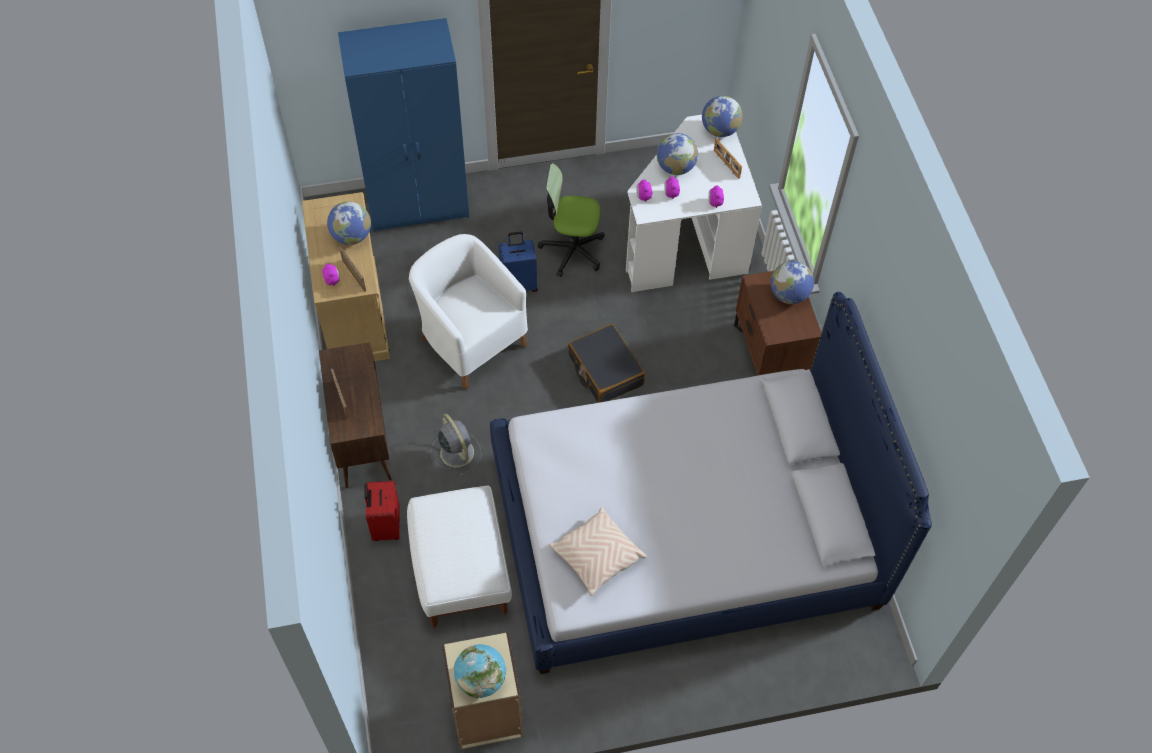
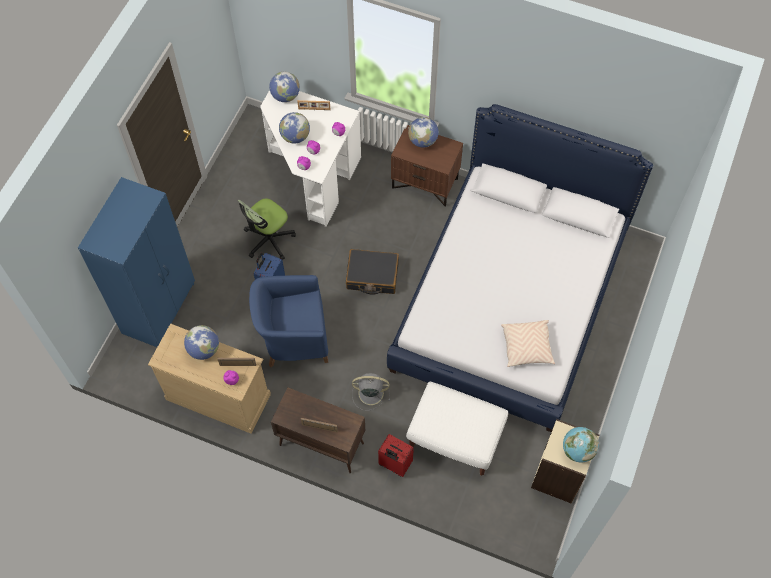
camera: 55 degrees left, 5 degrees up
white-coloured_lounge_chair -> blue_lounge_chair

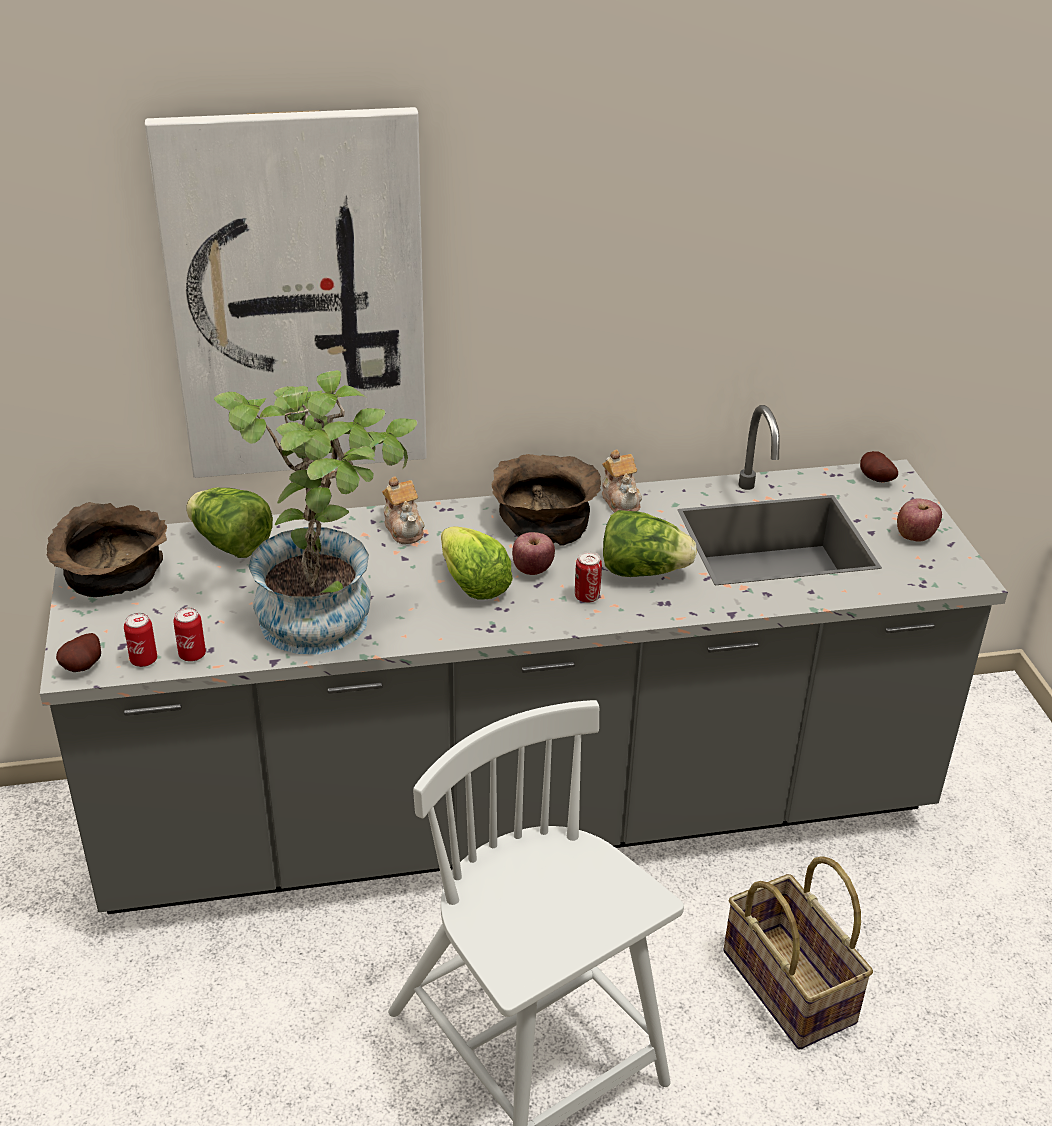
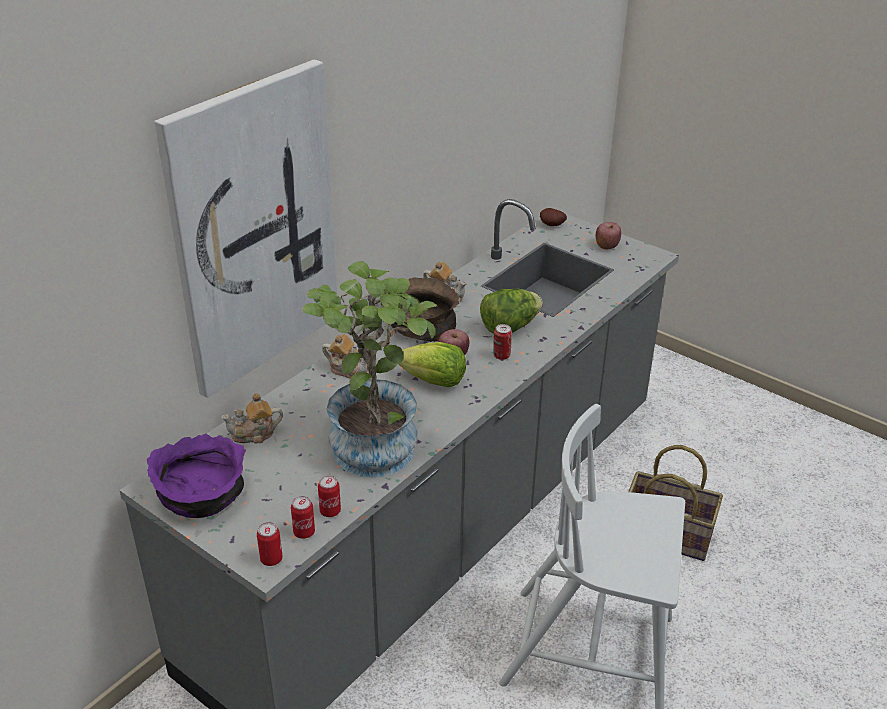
camera: 40 degrees left, 0 degrees up
brown_serving_bowl (no. 1 from left) -> purple-coloured_serving_bowl
spud (no. 1 from left) -> metal_can (no. 1 from left)
head_of_lettuce (no. 1 from left) -> tea_pot (no. 1 from left)

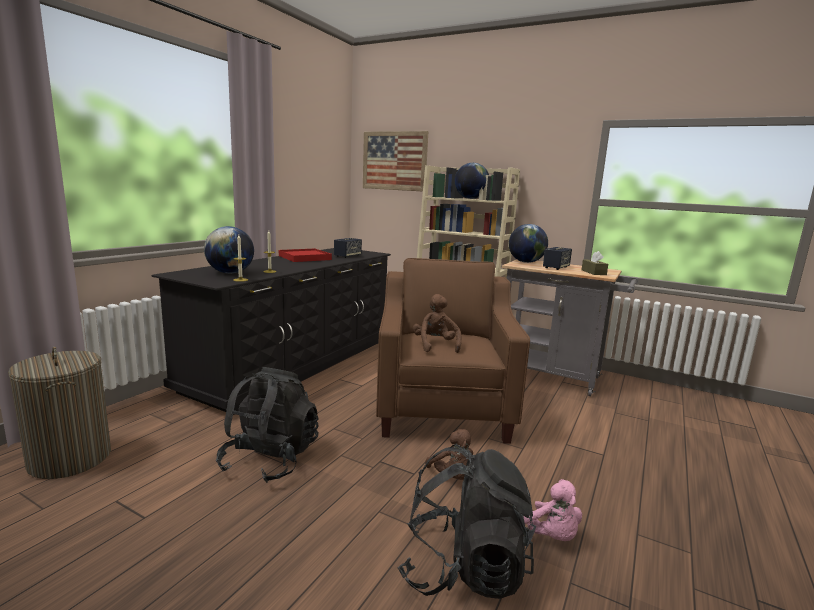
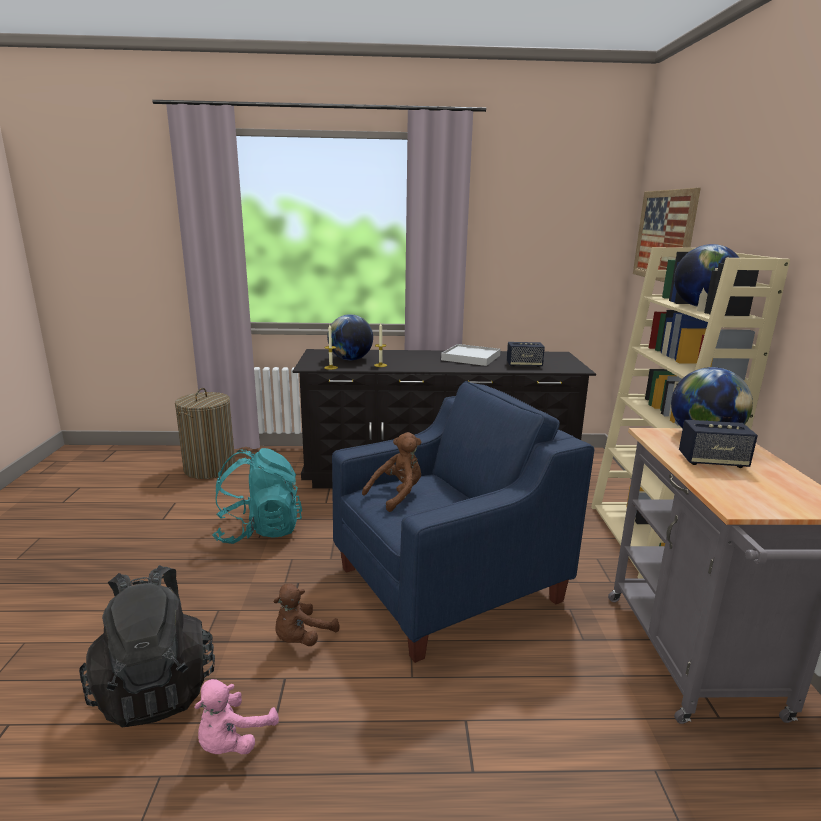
camera: 60 degrees right, 5 degrees up
blackish_backpack (no. 1 from left) -> turquoise_backpack
red_carrying_tray -> white-coloured_carrying_tray
brown_lounge_chair -> blue_lounge_chair
brown_tissue_holder -> none

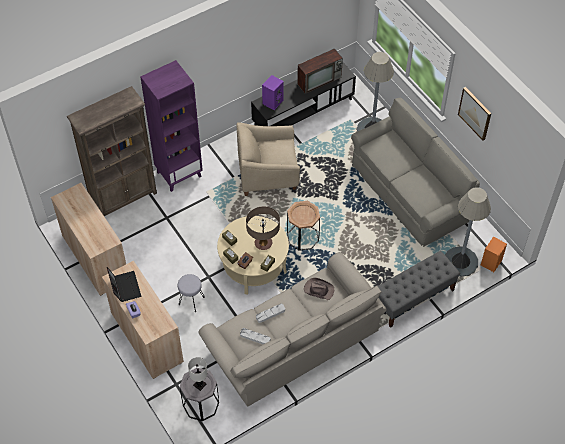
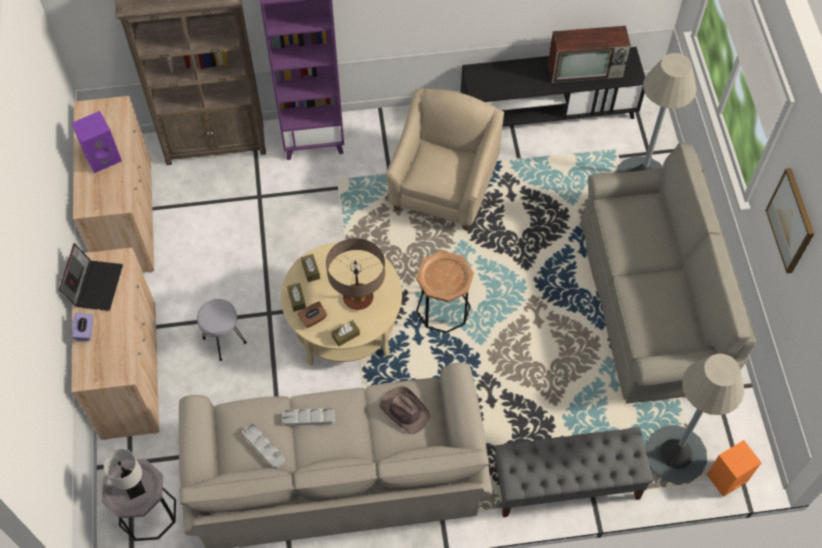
camera: 25 degrees right, 5 degrees up
beige_lounge_chair, 90 degrees clockwise
purple-coloured_loudspeaker, relocated

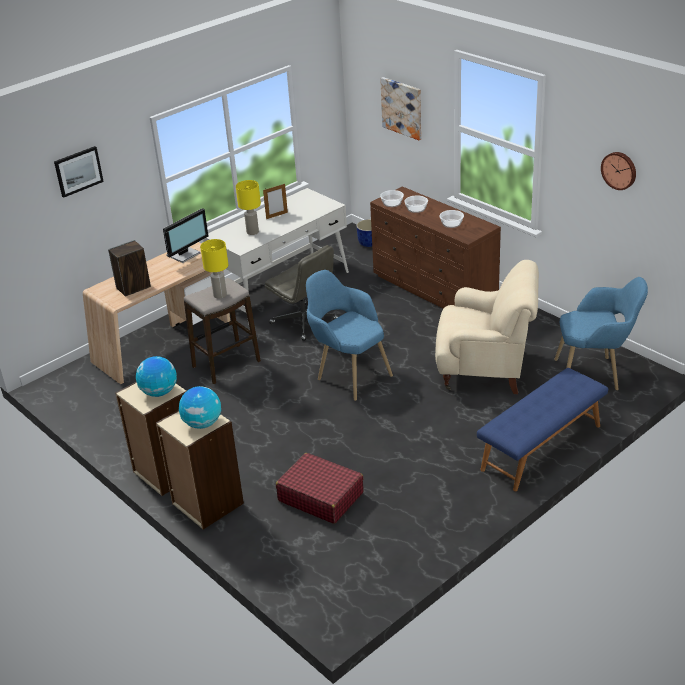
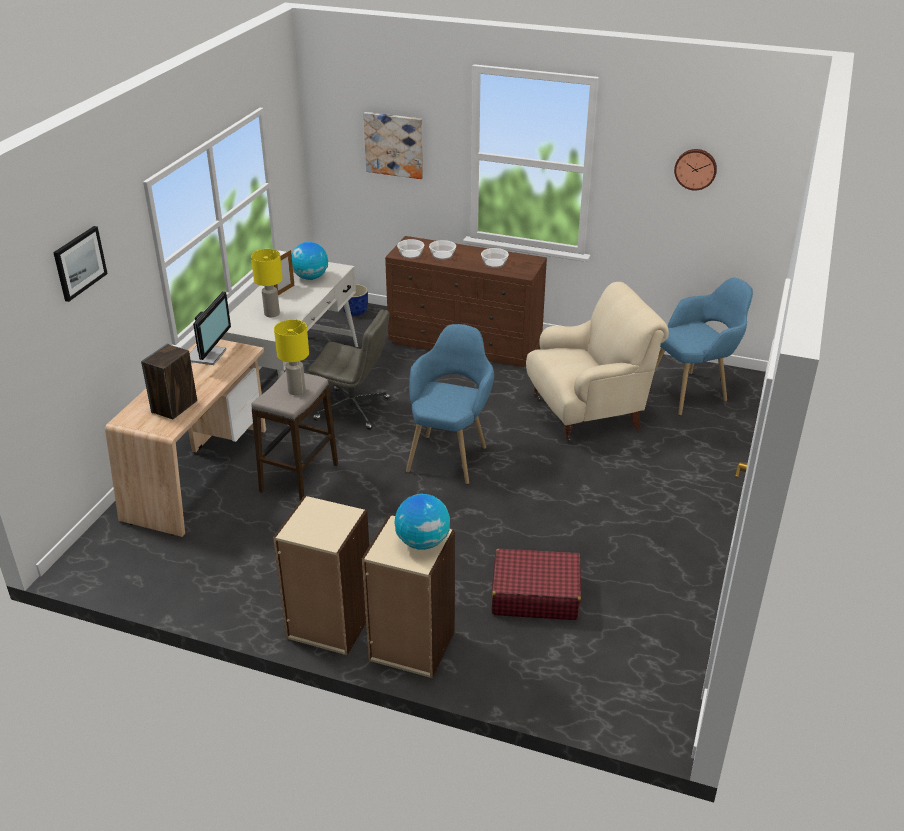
camera: 30 degrees left, 0 degrees up
desk_globe (no. 1 from left), relocated
blue_lounge_chair (no. 1 from left), 90 degrees clockwise
blue_indoor_bench -> none

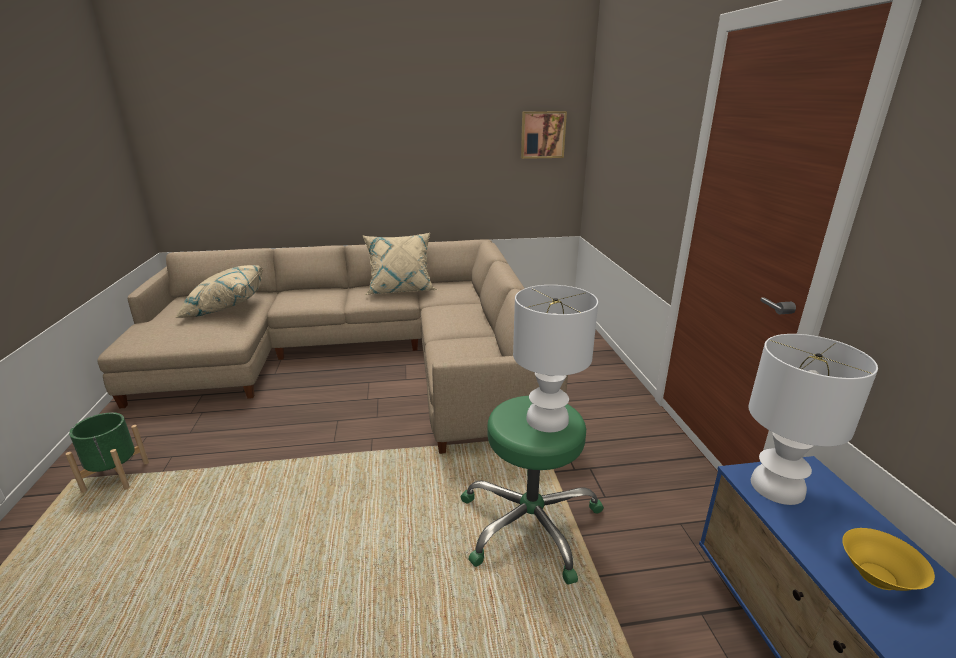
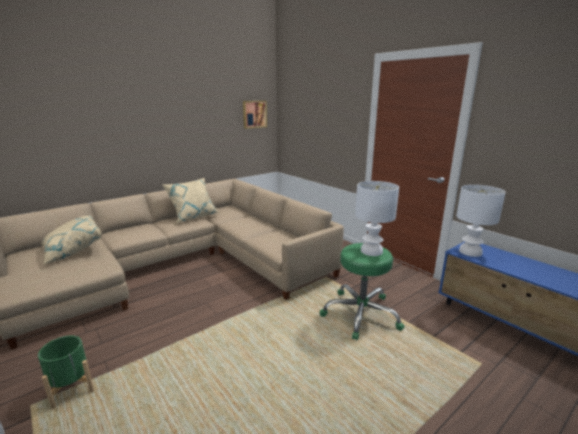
camera: 30 degrees left, 5 degrees down
yellow-coloured_serving_bowl -> none

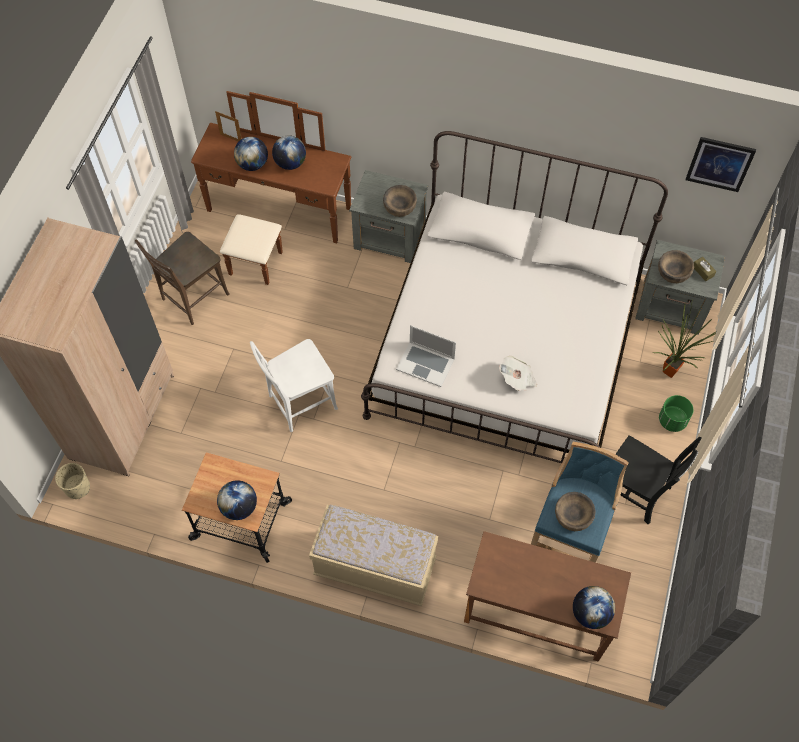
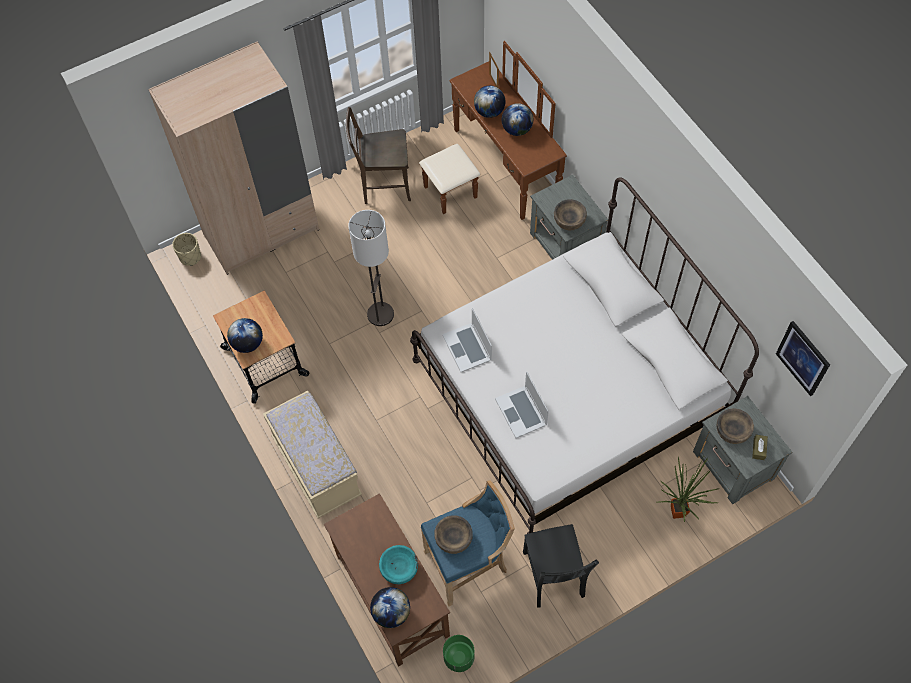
camera: 45 degrees right, 0 degrees up
white-coloured_chair -> standing_lamp
daily_paper -> portable_computer (no. 2 from left)
green-coloured_flower_pot, relocated
none -> turquoise_serving_bowl

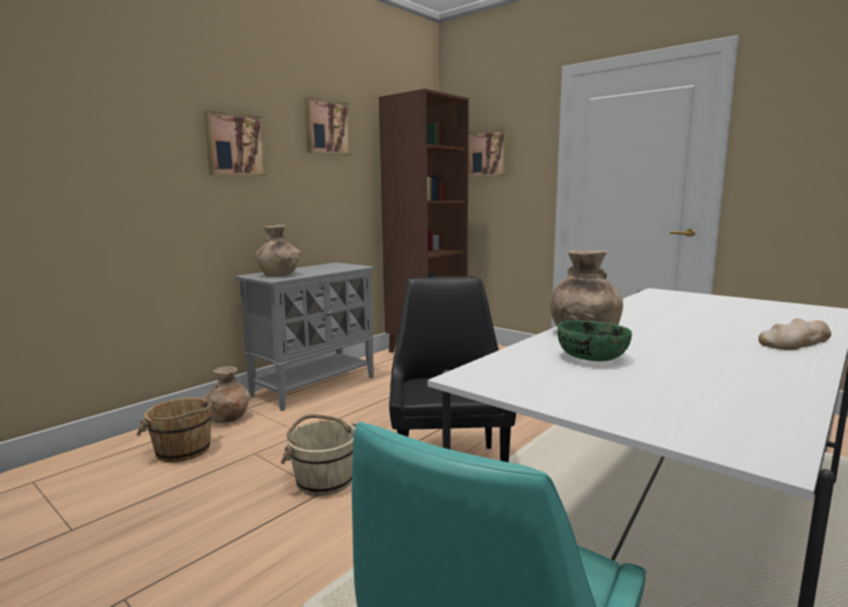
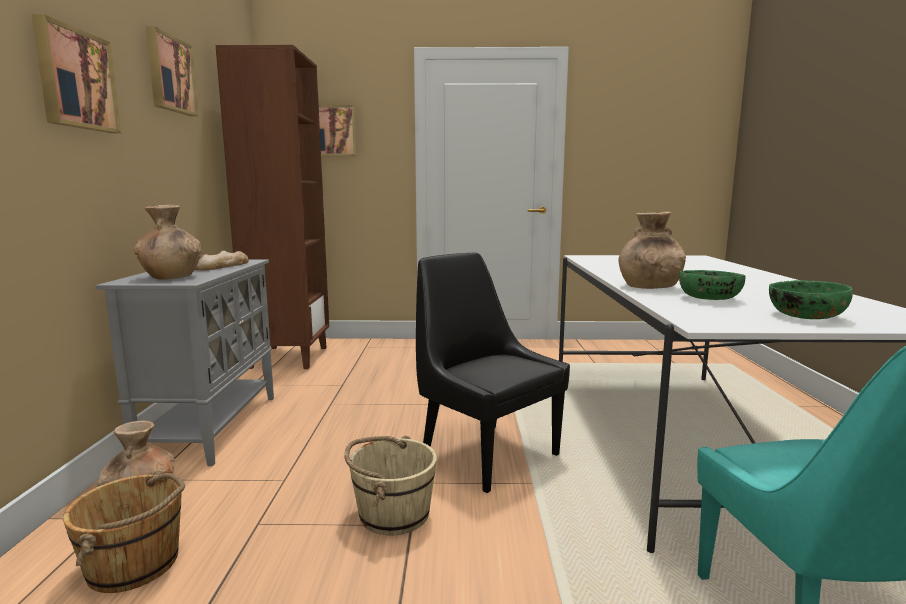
camera: 40 degrees left, 0 degrees up
bakery_bread, relocated
none -> green-coloured_serving_bowl (no. 2 from left)

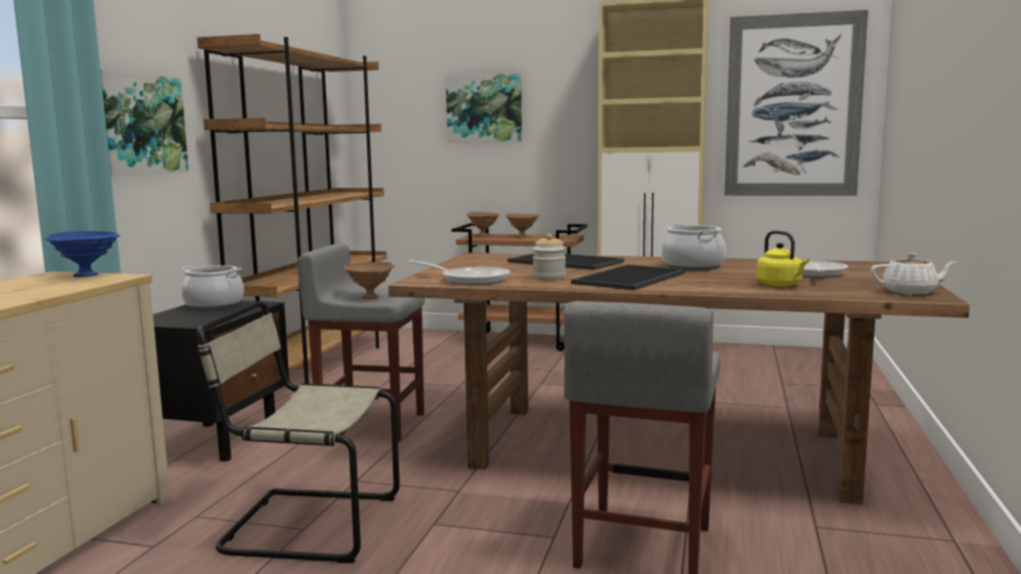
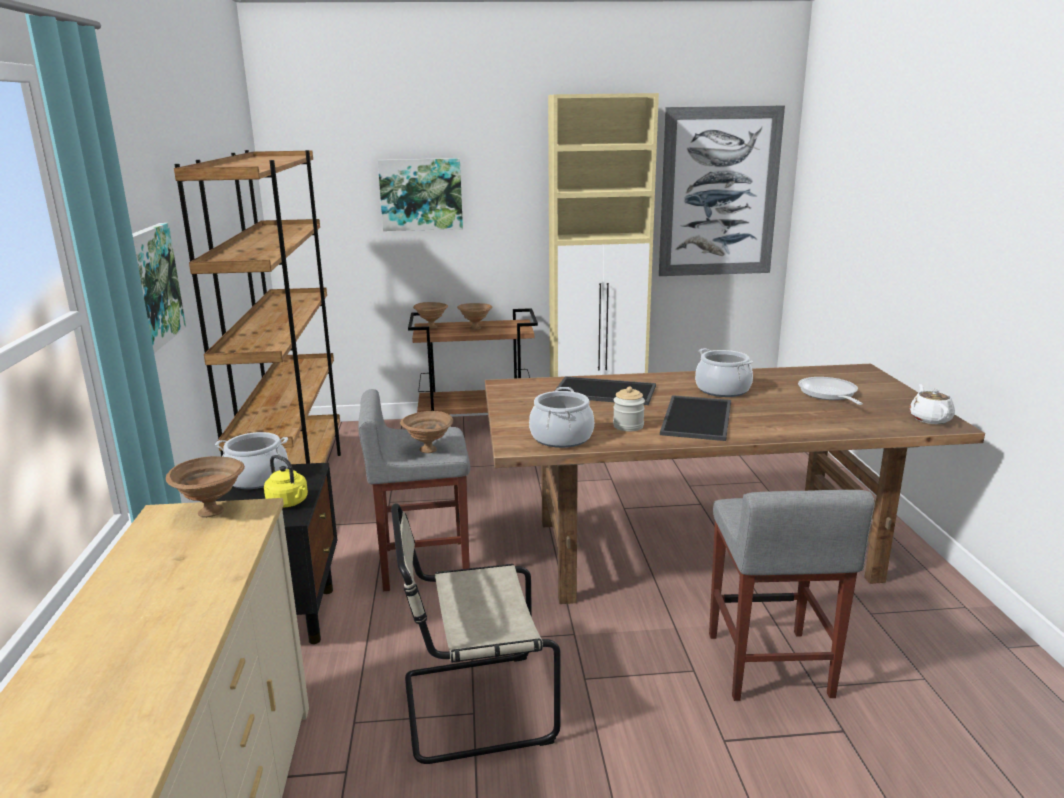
camera: 20 degrees left, 10 degrees up
blue_serving_bowl -> brown_serving_bowl (no. 1 from left)
pan (no. 1 from left) -> stockpot (no. 2 from left)
yellow-coloured_kettle, relocated
white-coloured_tea_pot, 75 degrees counterclockwise

